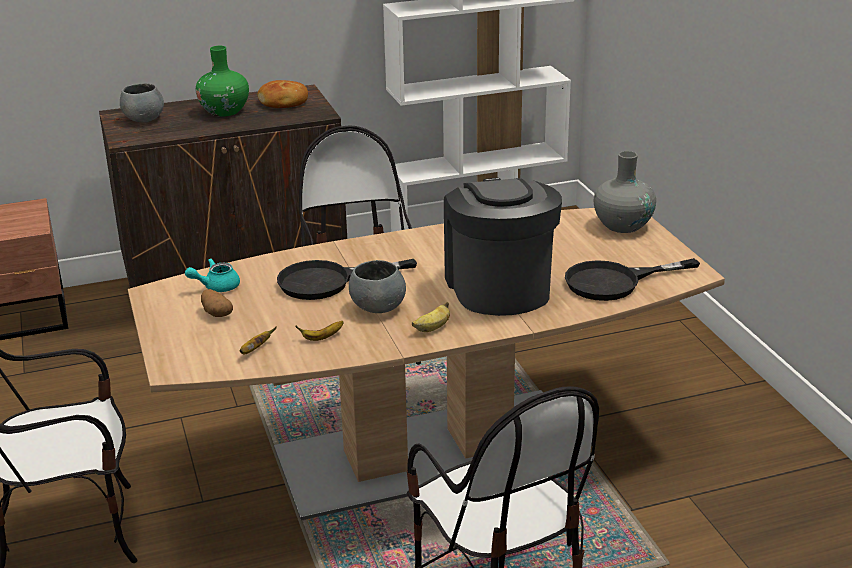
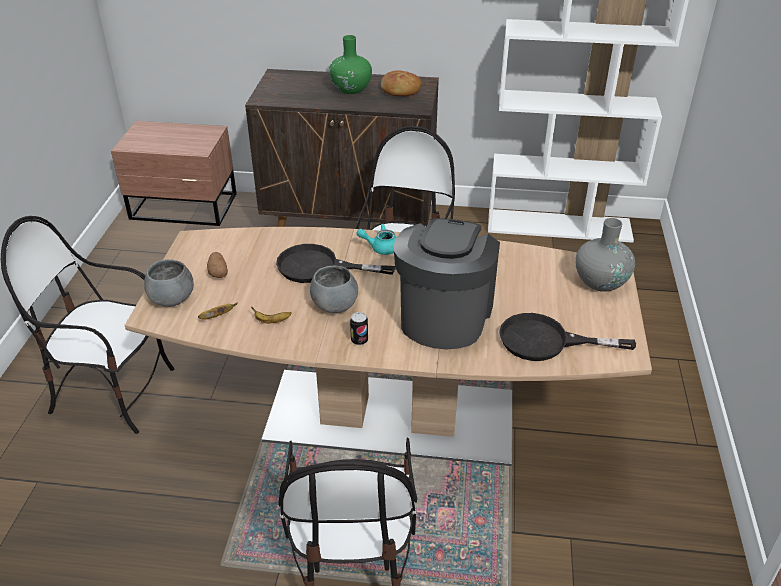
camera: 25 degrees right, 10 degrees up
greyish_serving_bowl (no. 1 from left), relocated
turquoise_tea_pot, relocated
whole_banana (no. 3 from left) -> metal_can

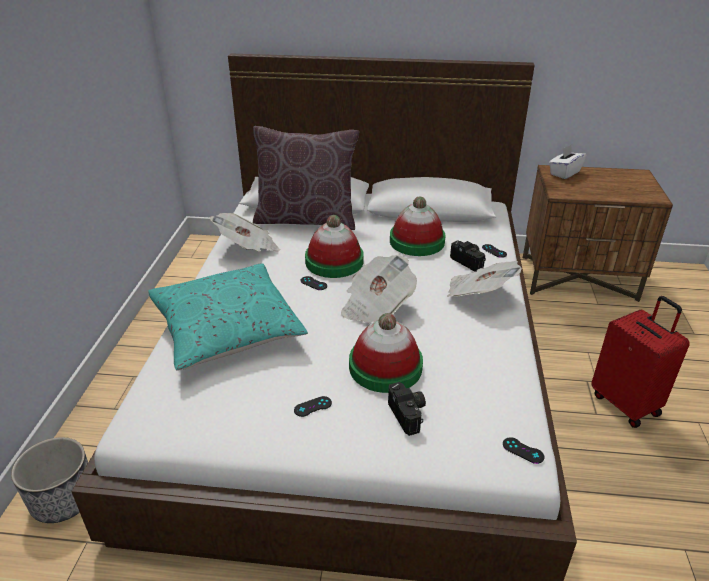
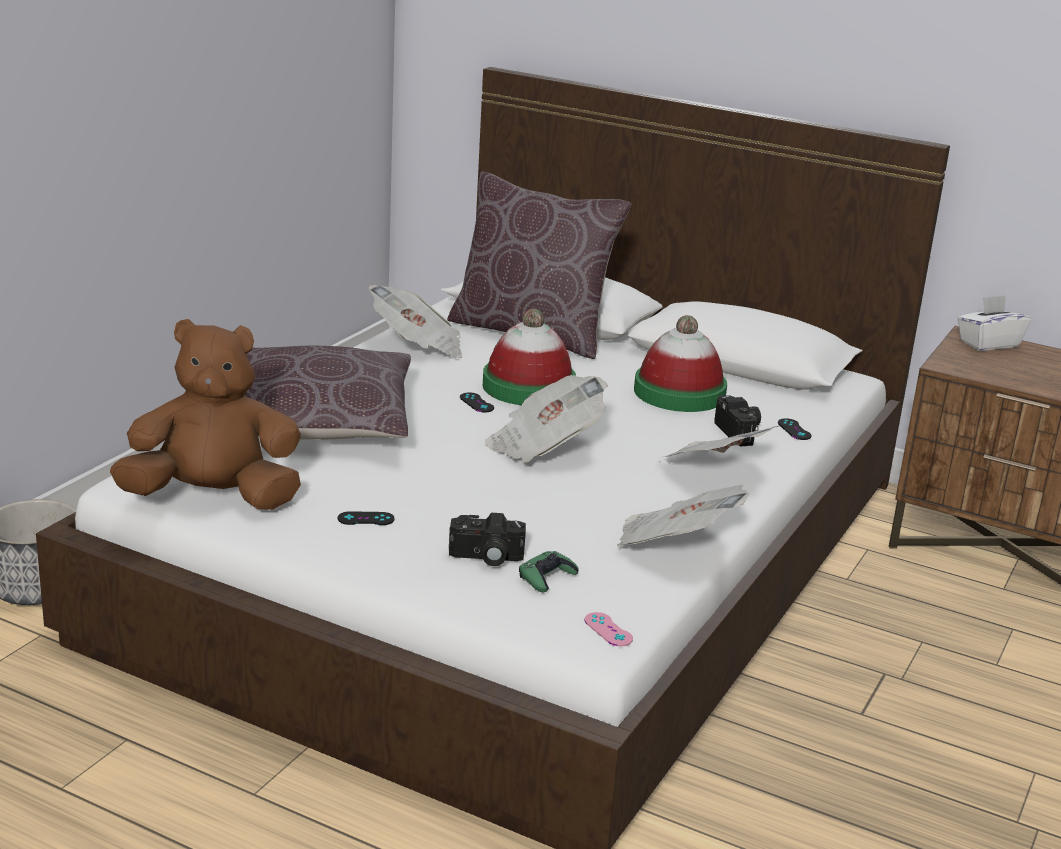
camera: 20 degrees right, 10 degrees down
turquoise_cushion -> brown_cushion (no. 1 from left)
wearable_hat (no. 2 from left) -> none
still_camera (no. 1 from left), 90 degrees clockwise
blackish_joypad (no. 4 from left) -> pinkish_joypad
red_travel_case -> none
none -> brown_soft_toy
none -> green-coloured_joypad
none -> daily_paper (no. 3 from left)

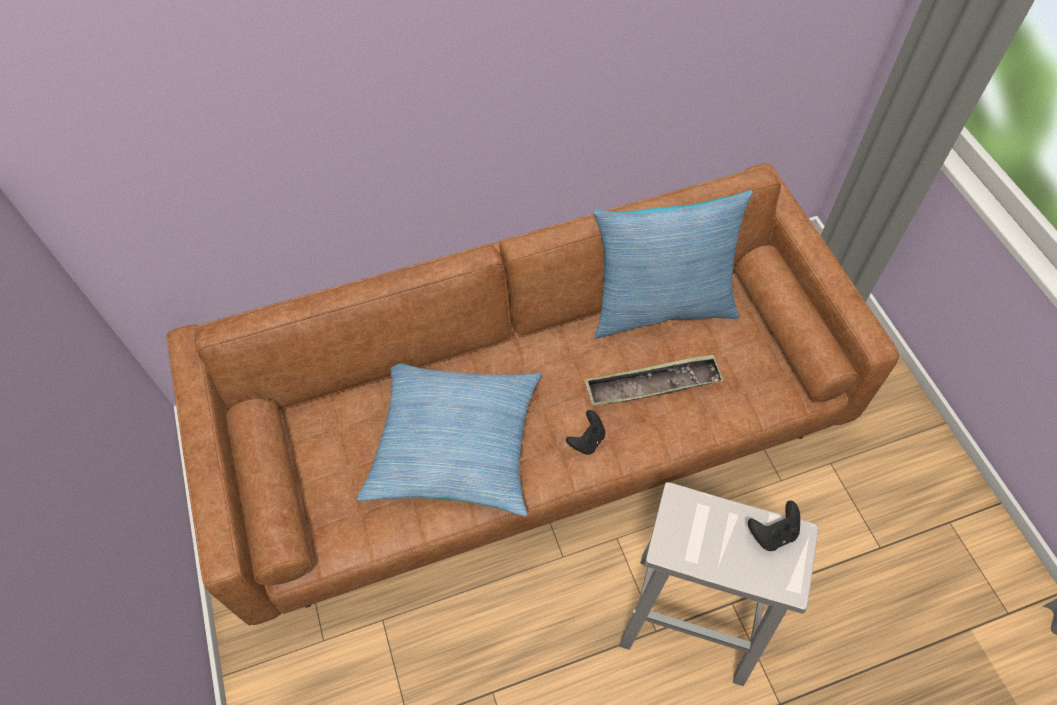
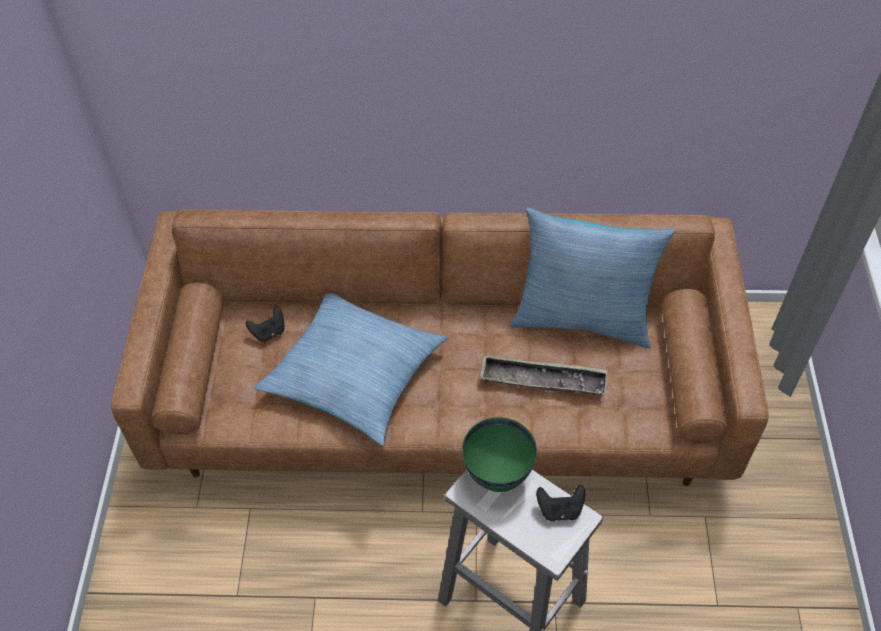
camera: 20 degrees right, 5 degrees down
blackish_joypad (no. 1 from left), relocated
none -> green-coloured_serving_bowl

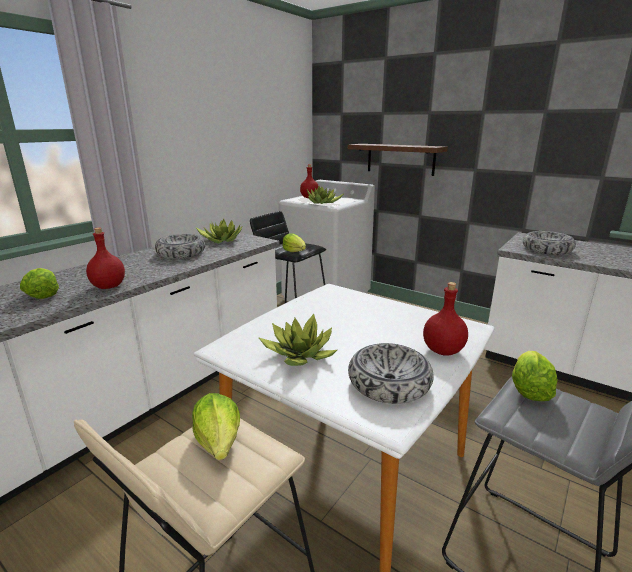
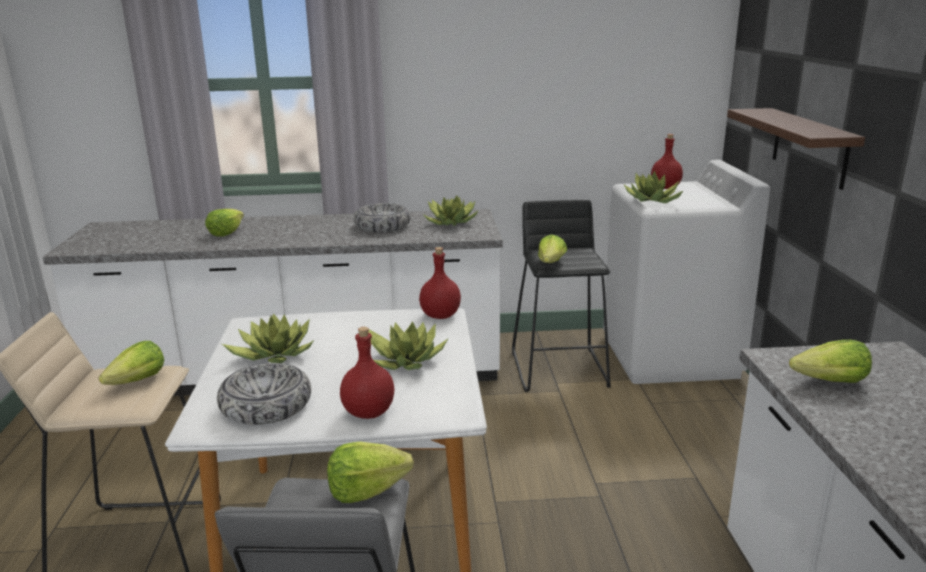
camera: 50 degrees right, 0 degrees up
red_bottle (no. 1 from left in the first image) -> red_bottle (no. 2 from left), relocated
serving_bowl (no. 3 from left) -> head_of_lettuce (no. 5 from left)
none -> potted_plant (no. 2 from left)

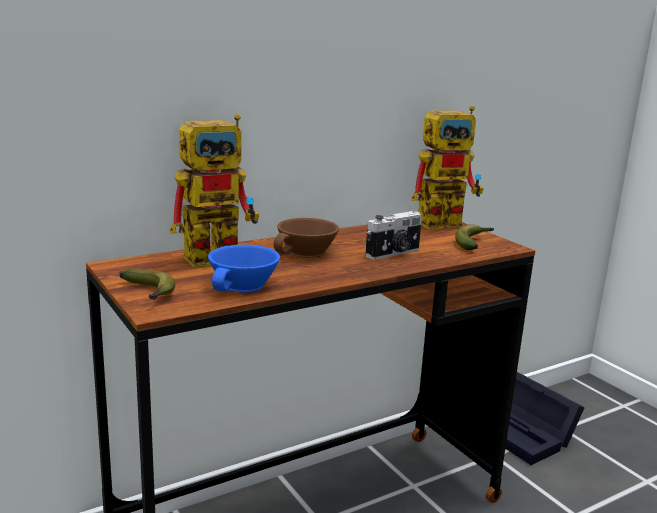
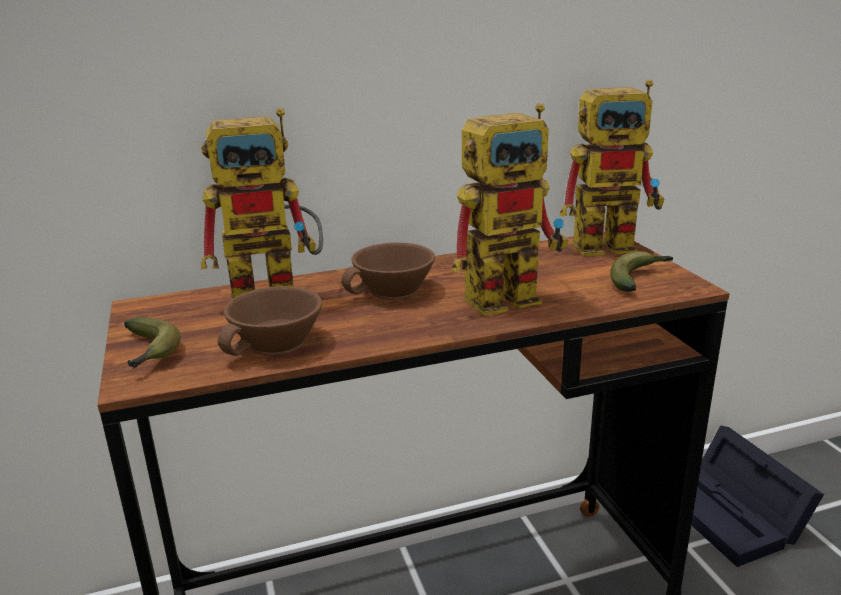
camera: 15 degrees right, 5 degrees up
blue_drinking_cup -> brown_drinking_cup (no. 1 from left)
still_camera -> model_robot (no. 2 from left)

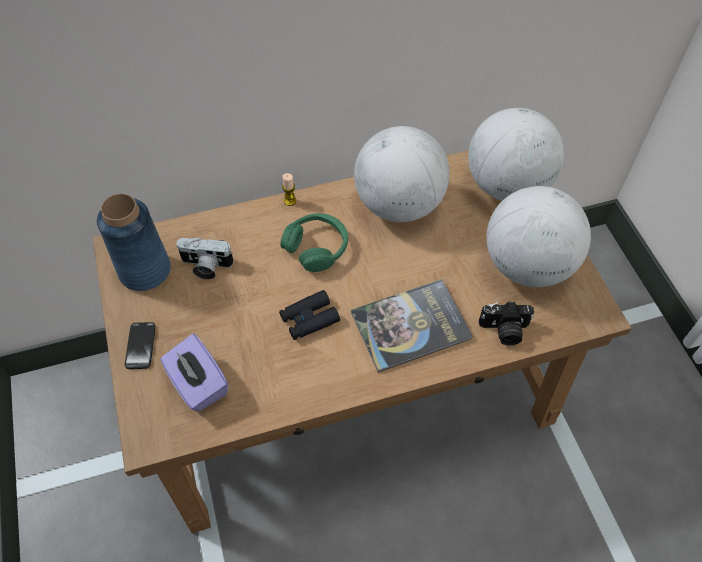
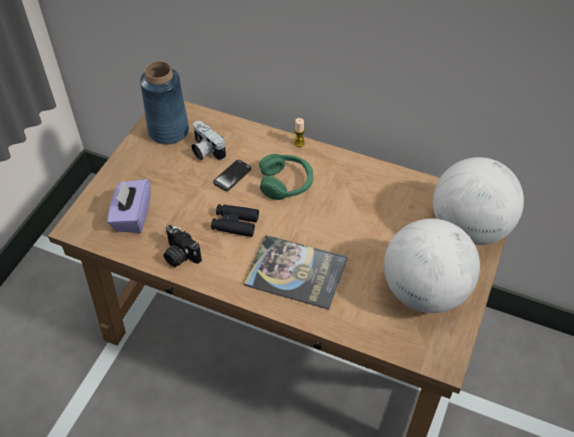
camera: 40 degrees right, 5 degrees down
telephone, relocated
desk_globe (no. 1 from left) -> none
still_camera (no. 2 from left in the first image) -> still_camera (no. 1 from left), relocated

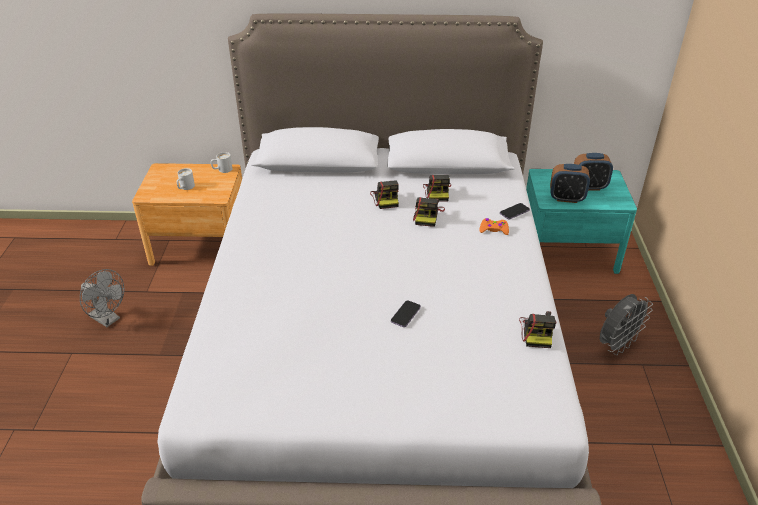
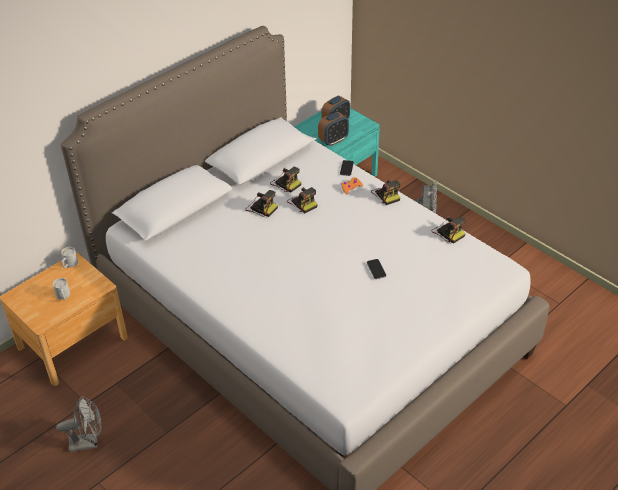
camera: 45 degrees left, 5 degrees up
none -> still_camera (no. 4 from left)

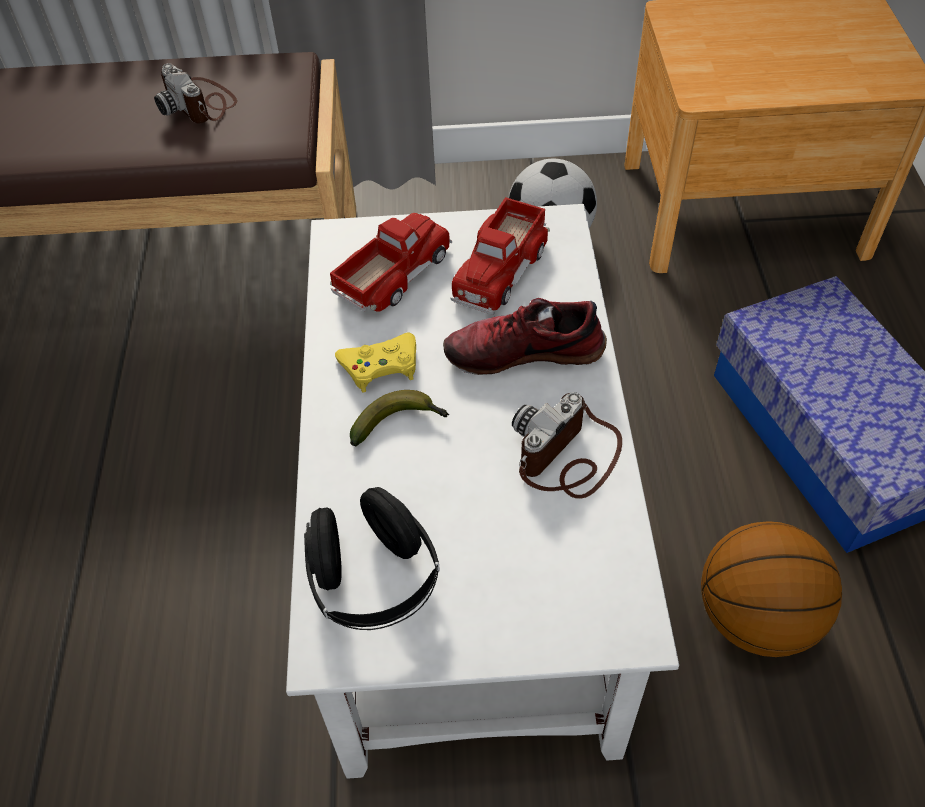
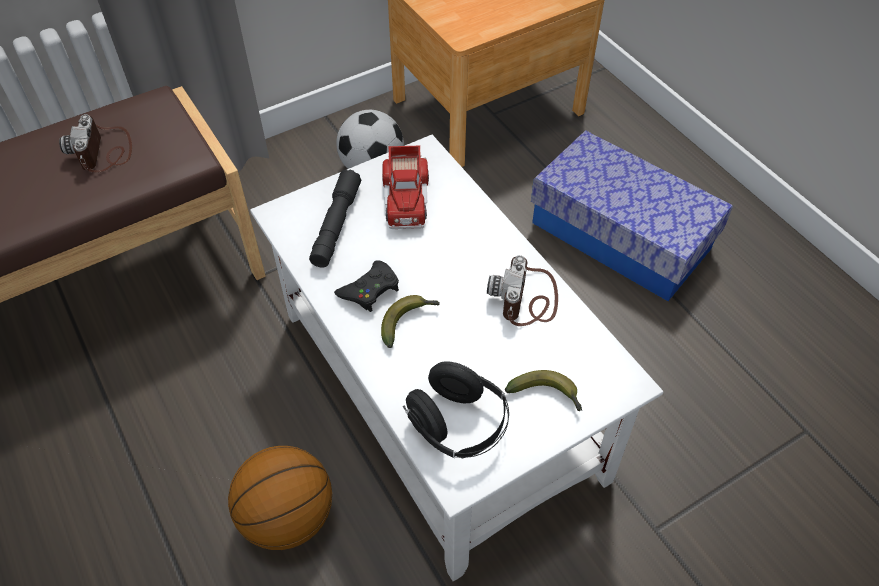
camera: 30 degrees left, 0 degrees up
still_camera (no. 1 from left), 60 degrees clockwise
model_truck (no. 1 from left) -> blackish_hand_torch
yellow-coloured_joypad -> blackish_joypad
low_shoe -> none
basketball_ball, relocated
none -> whole_banana (no. 2 from left)

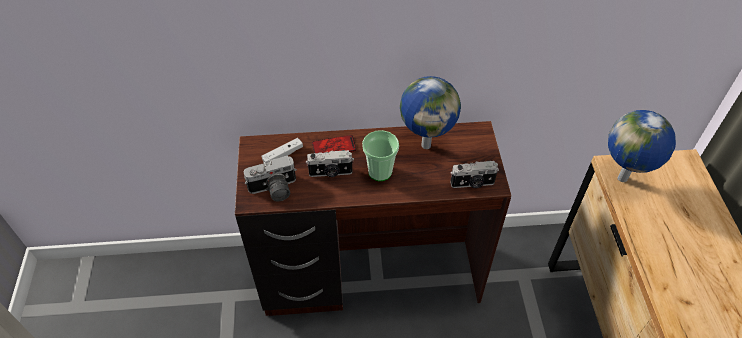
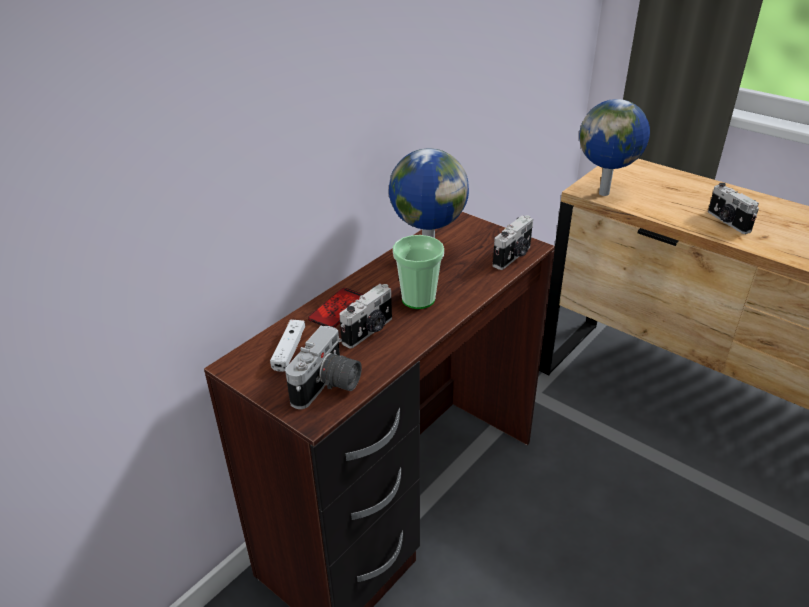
camera: 45 degrees left, 15 degrees down
none -> still_camera (no. 4 from left)

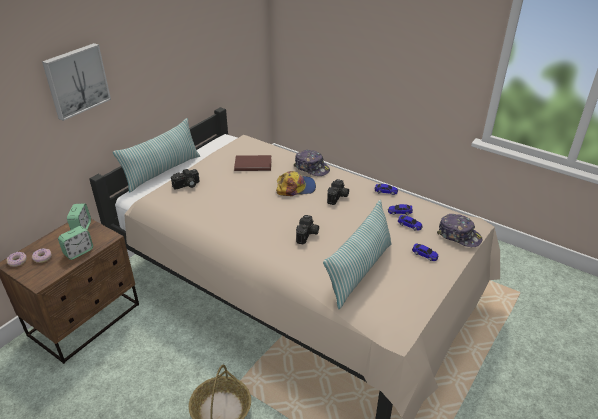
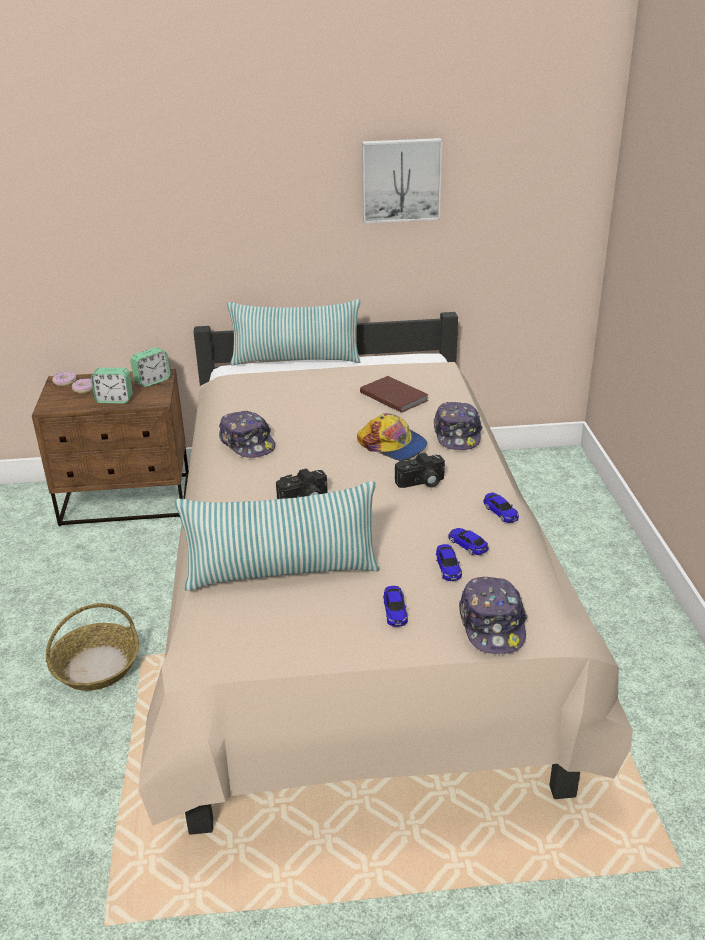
camera: 50 degrees right, 5 degrees down
picture, relocated
still_camera (no. 1 from left) -> none
none -> peaked_cap (no. 1 from left)

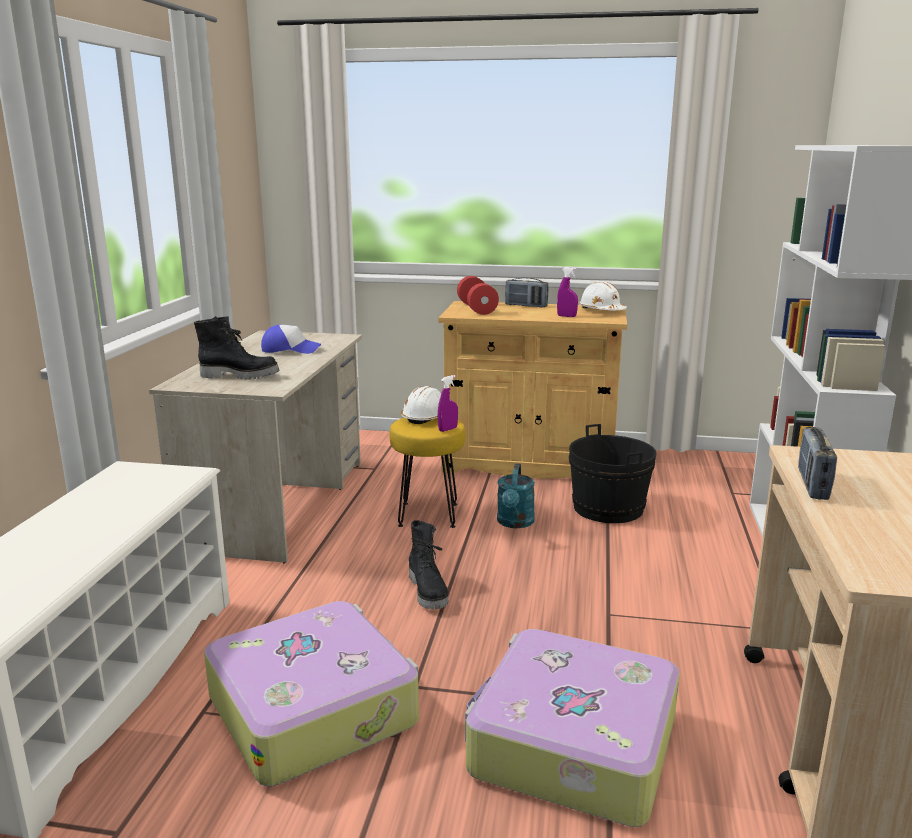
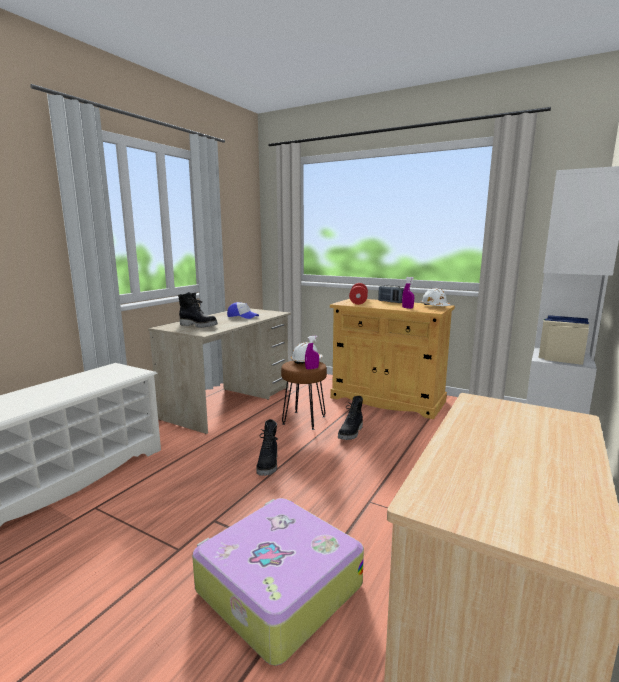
camera: 20 degrees right, 5 degrees down
travel_case (no. 1 from left) -> none
yellow-coloured_sitting_stool -> brown_sitting_stool
turquoise_watering_can -> blackish_high-top_boot (no. 3 from left)
blackish_water_bucket -> none
radio_set (no. 2 from left) -> none

